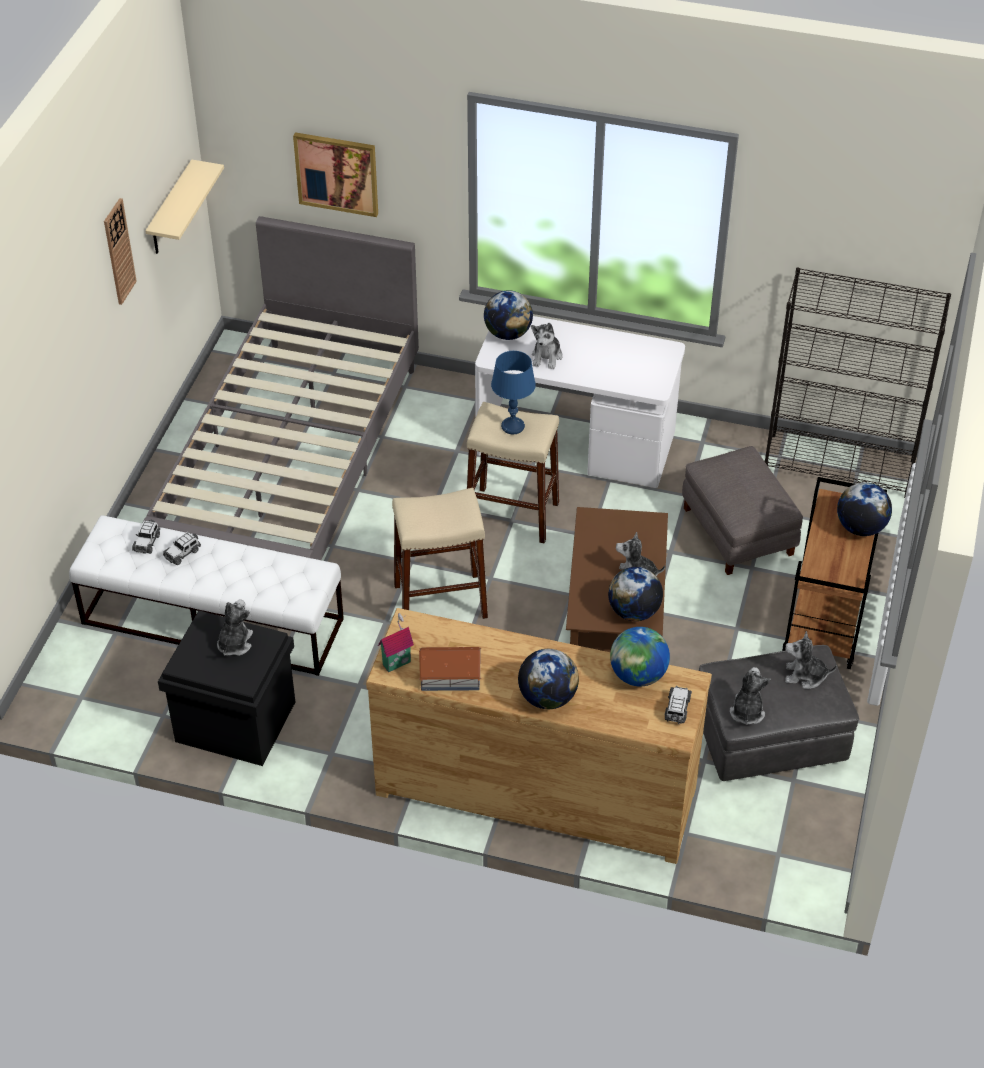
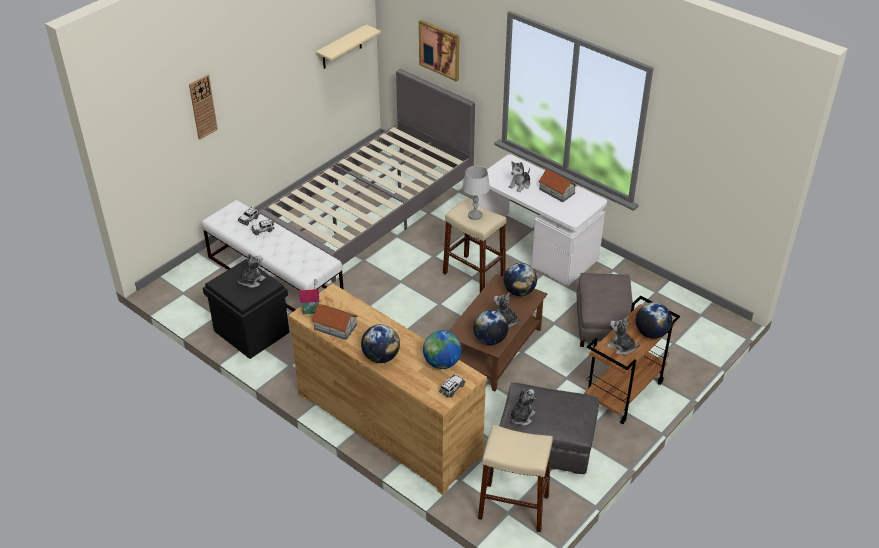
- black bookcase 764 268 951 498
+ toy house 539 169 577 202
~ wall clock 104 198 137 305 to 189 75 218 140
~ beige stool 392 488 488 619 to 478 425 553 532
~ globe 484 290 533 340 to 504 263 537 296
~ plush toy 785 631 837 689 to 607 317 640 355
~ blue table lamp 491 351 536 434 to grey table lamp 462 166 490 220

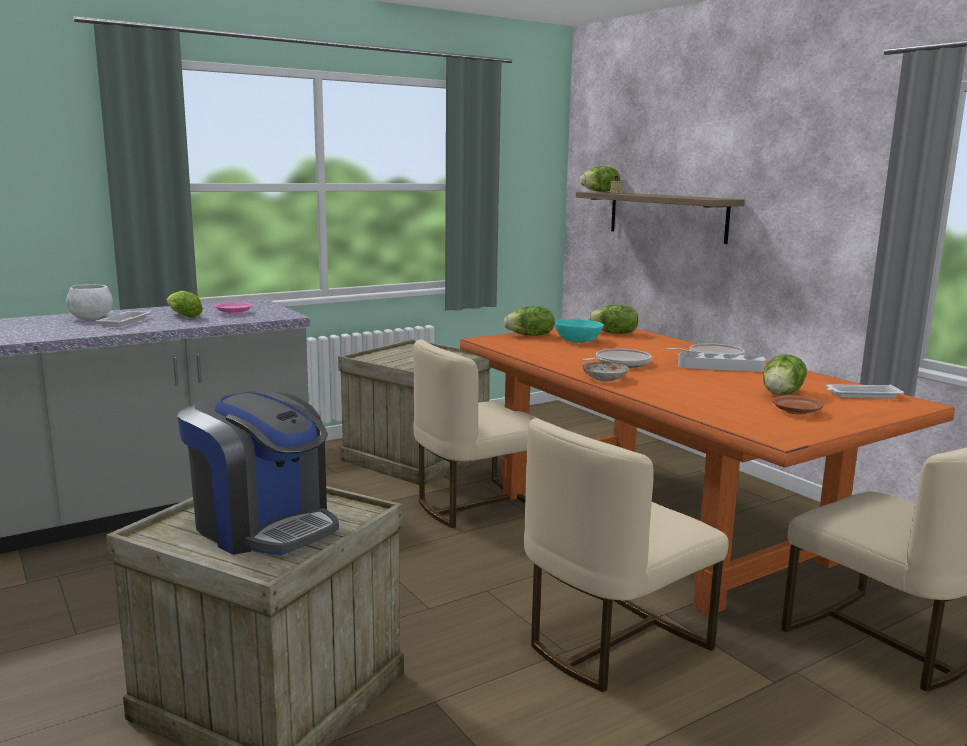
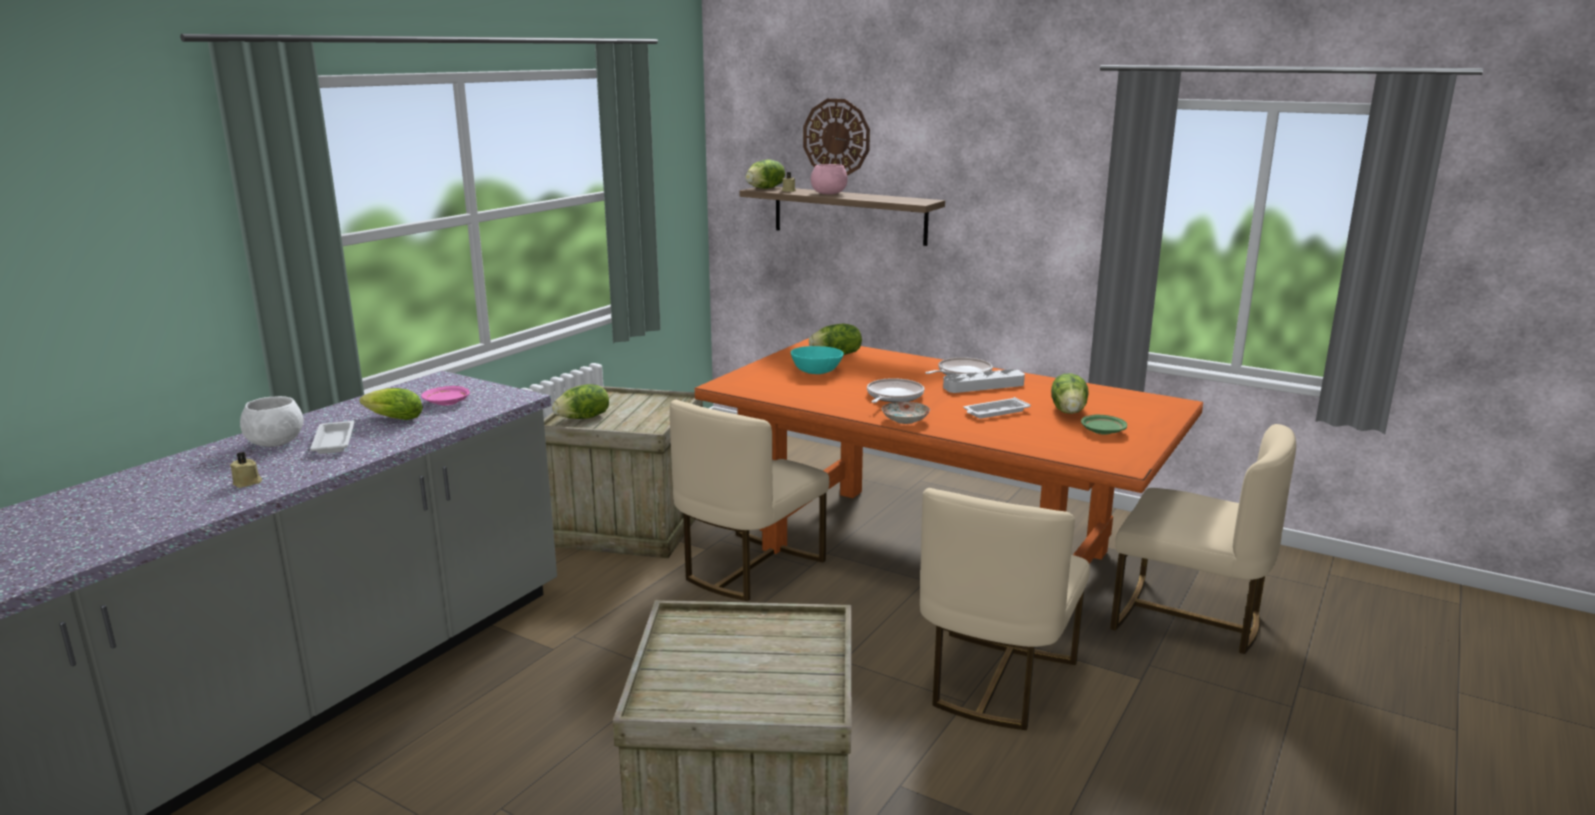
- coffee machine 177 391 339 555
+ beige candle 230 452 262 488
+ wall clock 803 99 870 176
+ pink bowl 811 164 848 194
~ lettuce 504 306 554 336 to 552 384 609 419
~ white tray 826 384 904 398 to 963 397 1031 419
~ brown plate 773 395 824 414 to green plate 1081 415 1127 434

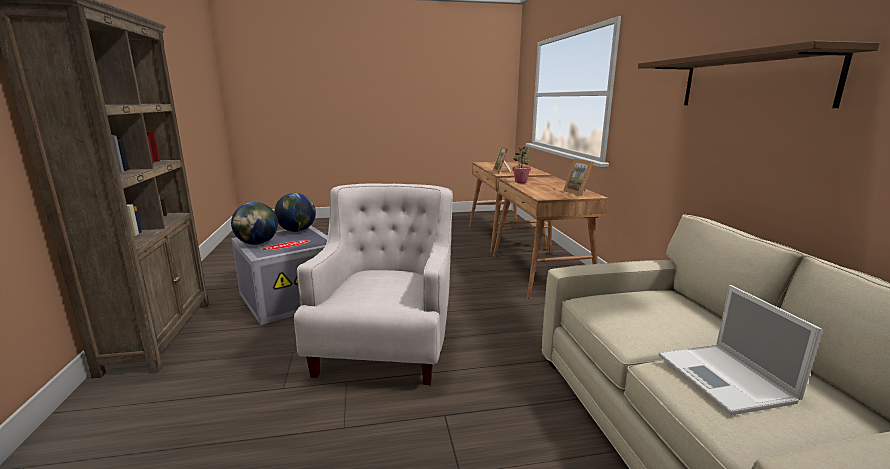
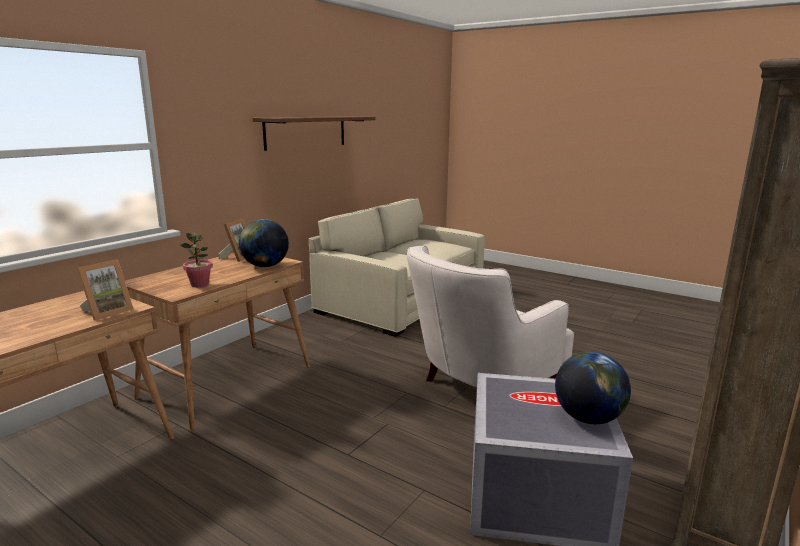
- laptop 659 285 823 415
~ globe 275 193 316 232 to 239 219 289 267

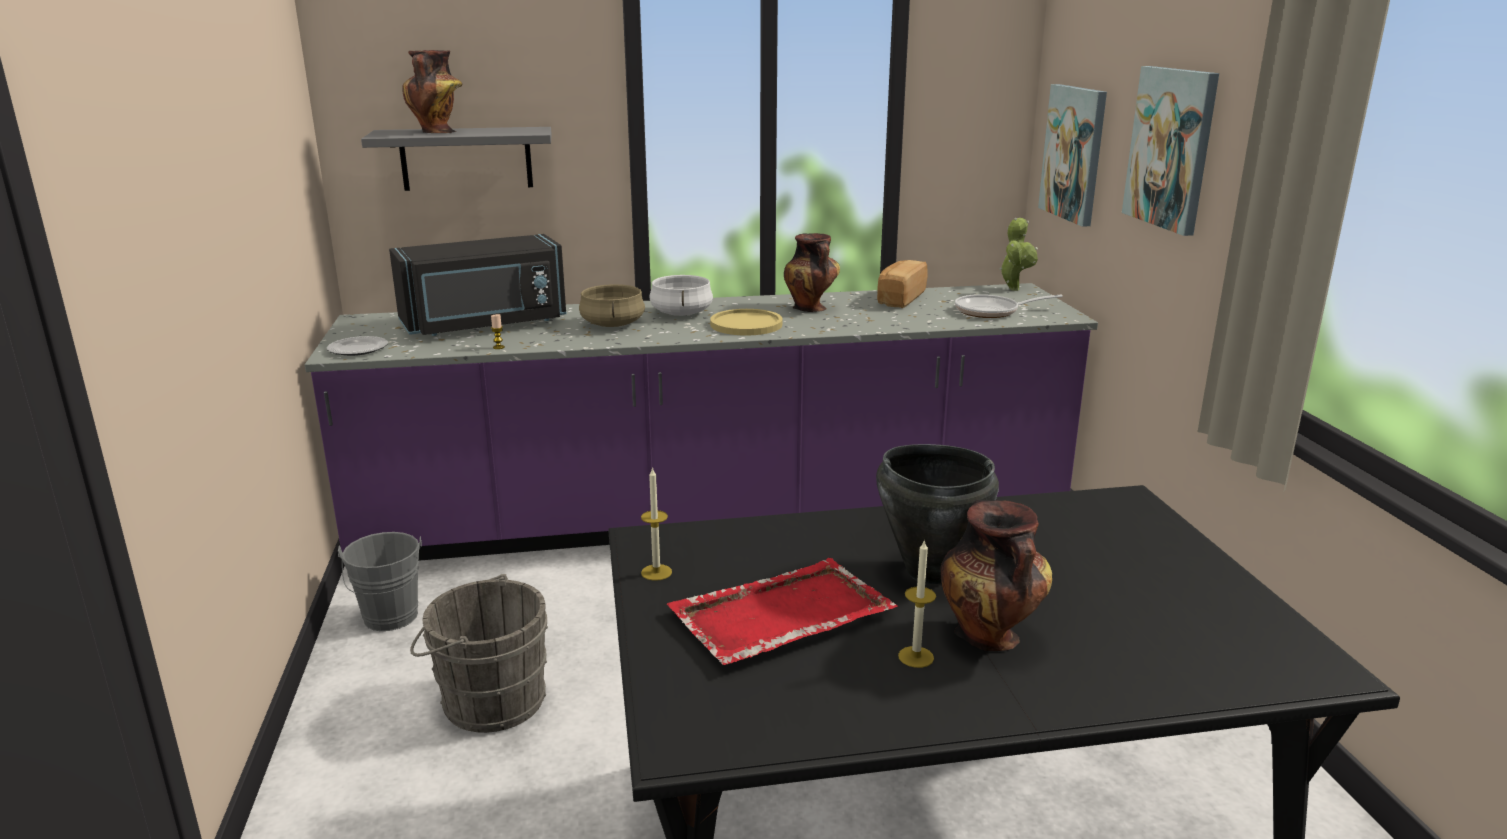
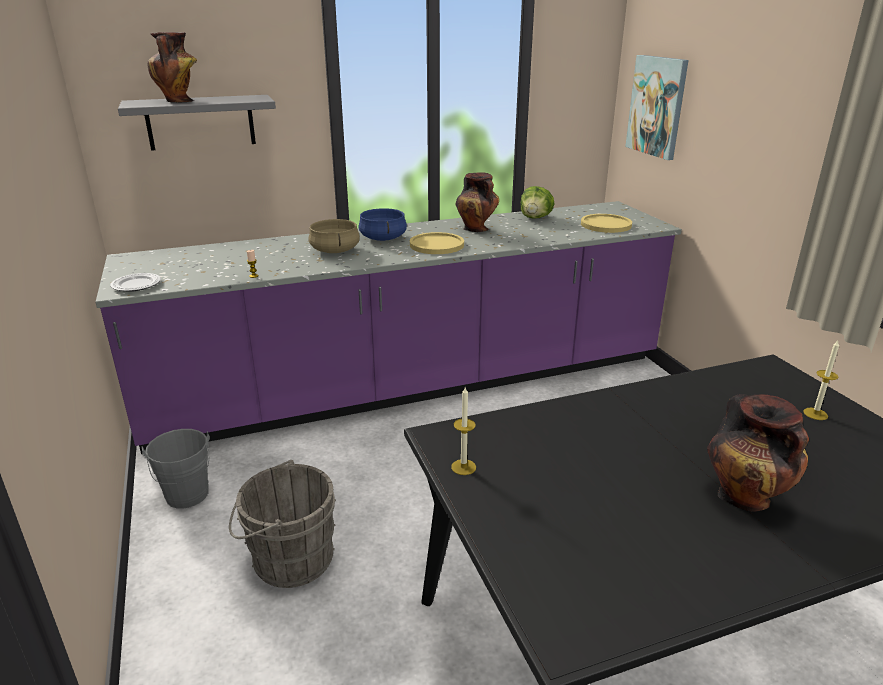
- black microwave 389 234 566 336
- red tray 667 558 897 665
- black cooking pot 876 444 999 584
- potted plant 999 217 1038 291
- picture 1122 66 1219 236
~ candle 898 540 936 668 to 803 341 839 420
~ bread 877 260 928 308 to lettuce 520 186 554 219
~ frying pan 955 294 1063 318 to yellow plate 581 214 632 233
~ white cooking pot 650 275 713 316 to blue cooking pot 358 208 407 241

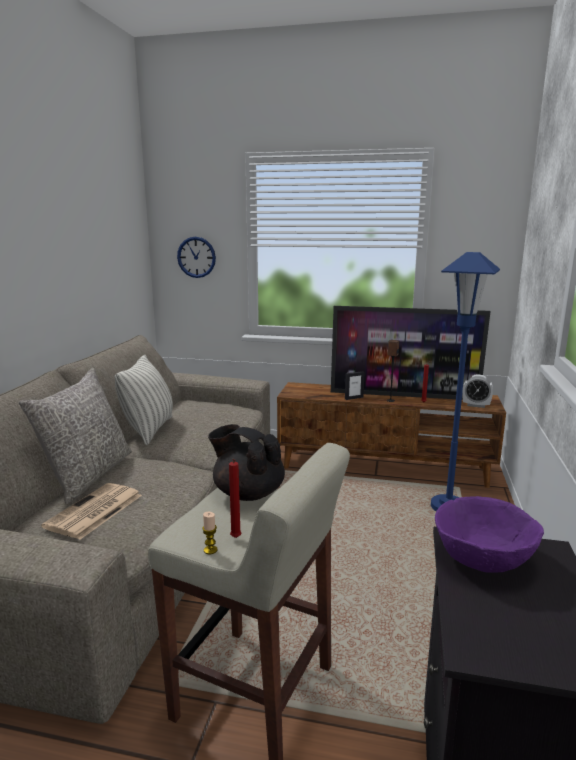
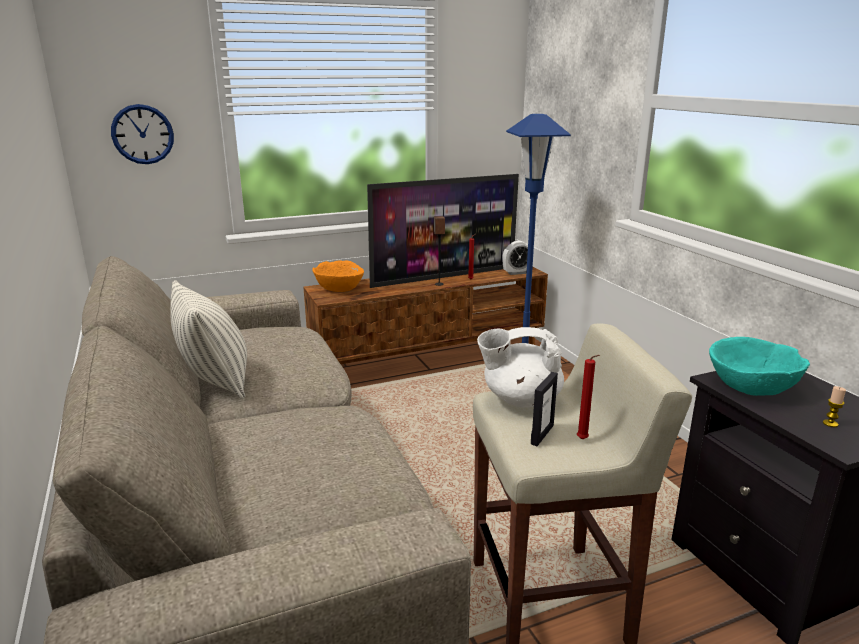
- grey pillow 19 368 132 504
- newspaper 41 483 142 539
+ orange bowl 312 260 364 292
~ candle 202 512 218 554 to 823 386 846 427
~ picture frame 345 371 365 400 to 531 372 558 446
~ black teapot 208 424 285 501 to white teapot 477 327 564 407
~ purple bowl 435 496 544 573 to turquoise bowl 709 337 810 396

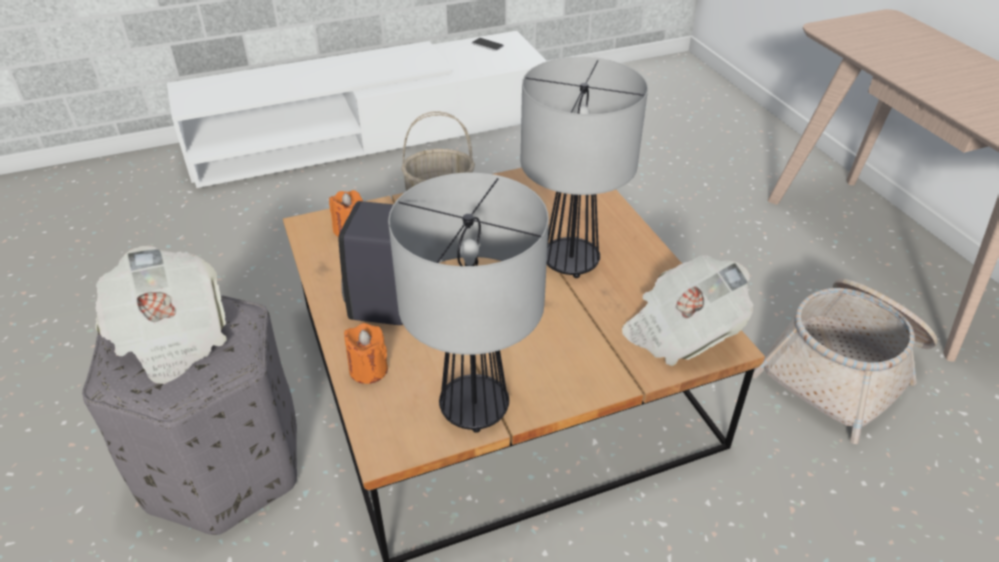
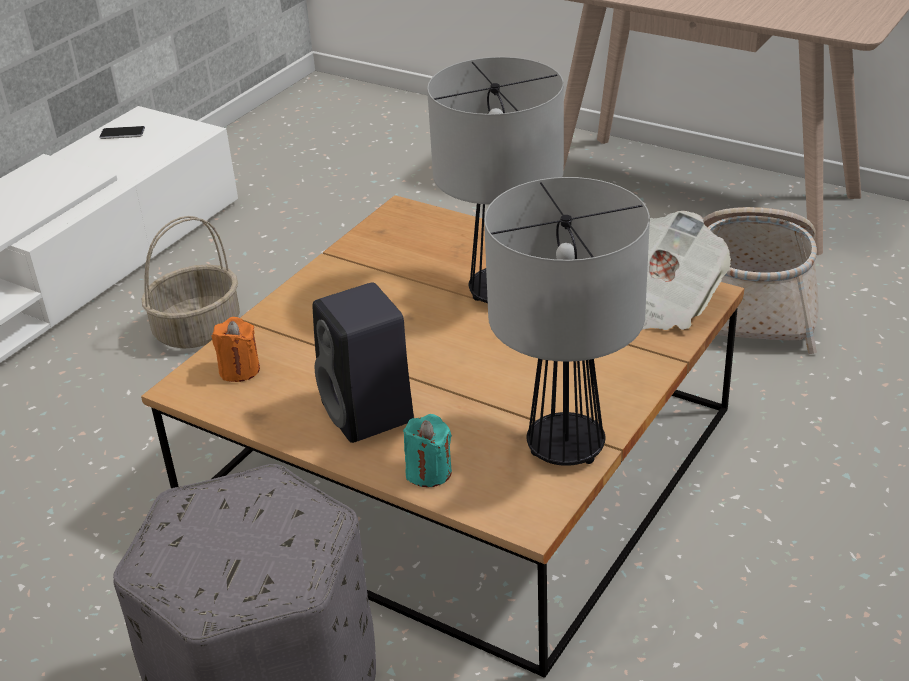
- newspaper 95 245 227 384
~ orange candle 344 323 388 384 to turquoise candle 403 414 452 487

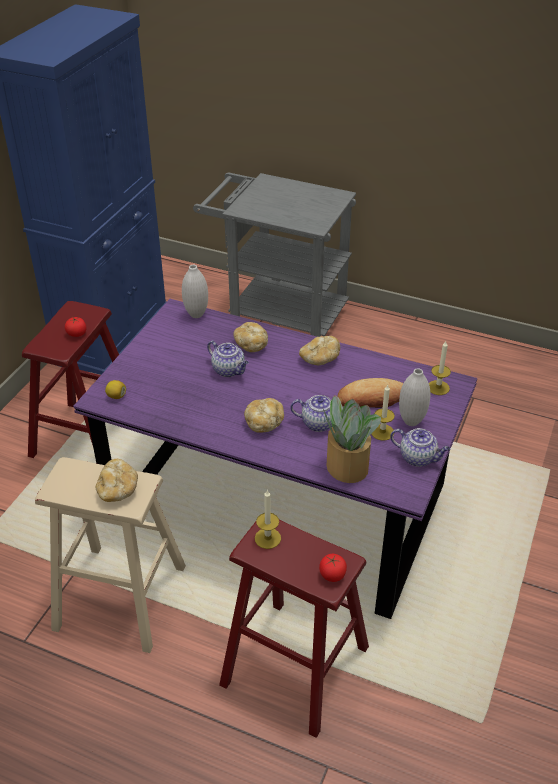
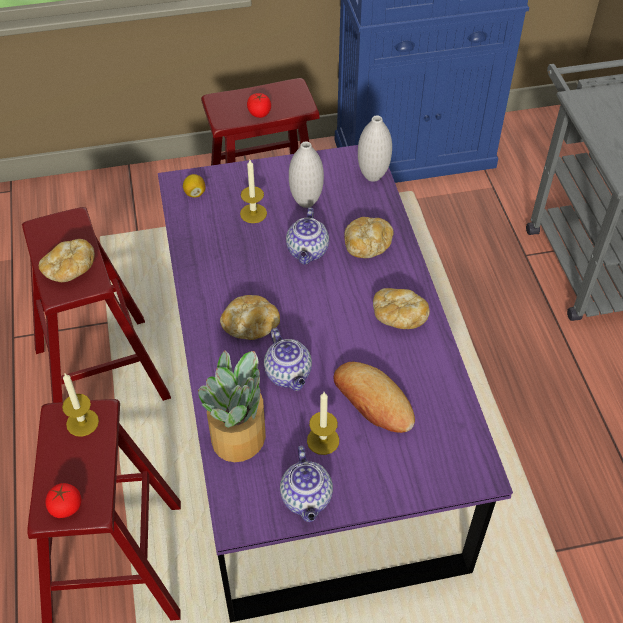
~ white vase 399 368 430 426 to 289 141 324 208
~ candle 429 341 451 395 to 240 160 267 223
~ beige stool 35 457 186 653 to red stool 22 207 171 403

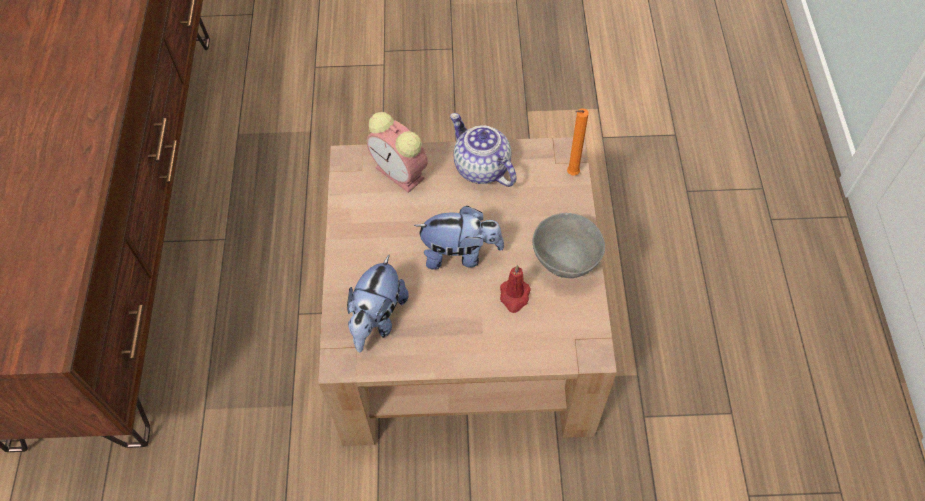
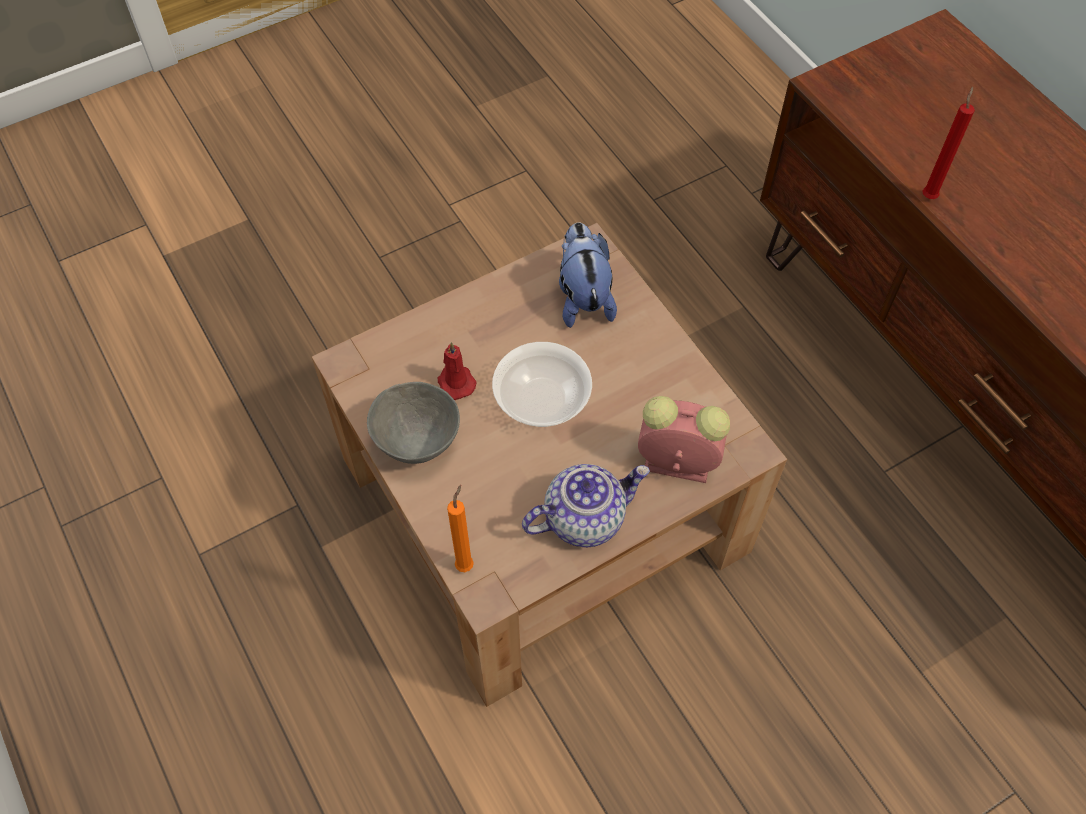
+ red candle 923 86 975 199
~ plush toy 414 206 504 270 to bowl 492 342 592 427
~ teapot 450 113 517 187 = 522 464 650 547 45 degrees counterclockwise

